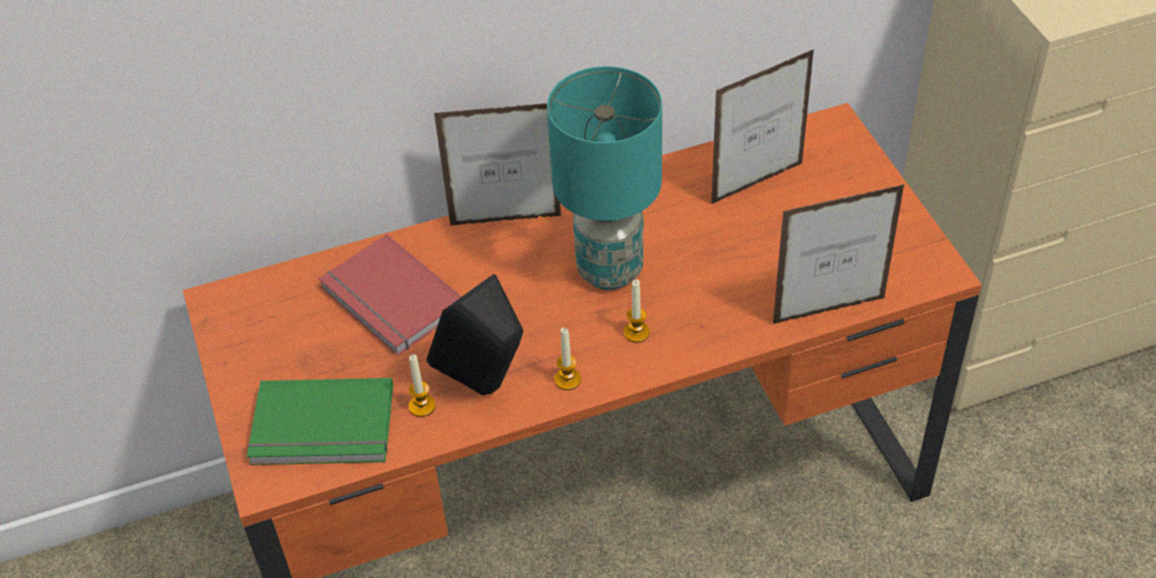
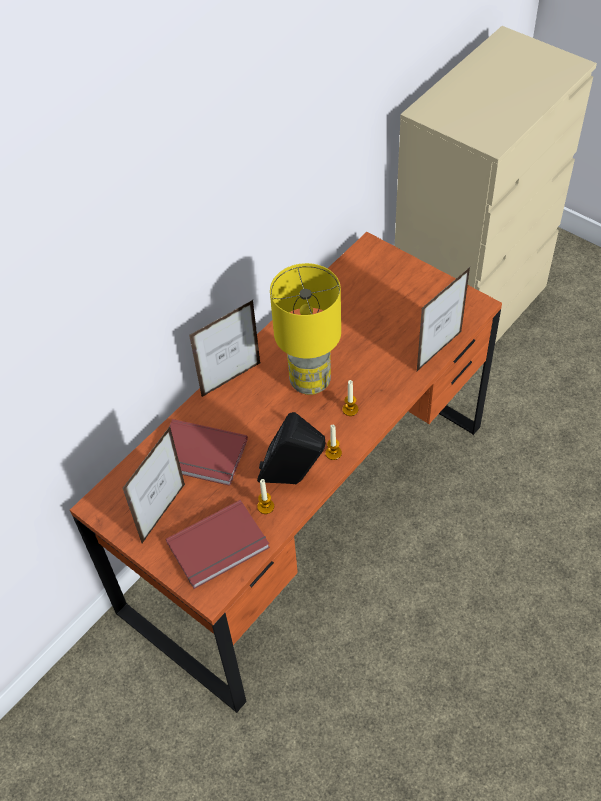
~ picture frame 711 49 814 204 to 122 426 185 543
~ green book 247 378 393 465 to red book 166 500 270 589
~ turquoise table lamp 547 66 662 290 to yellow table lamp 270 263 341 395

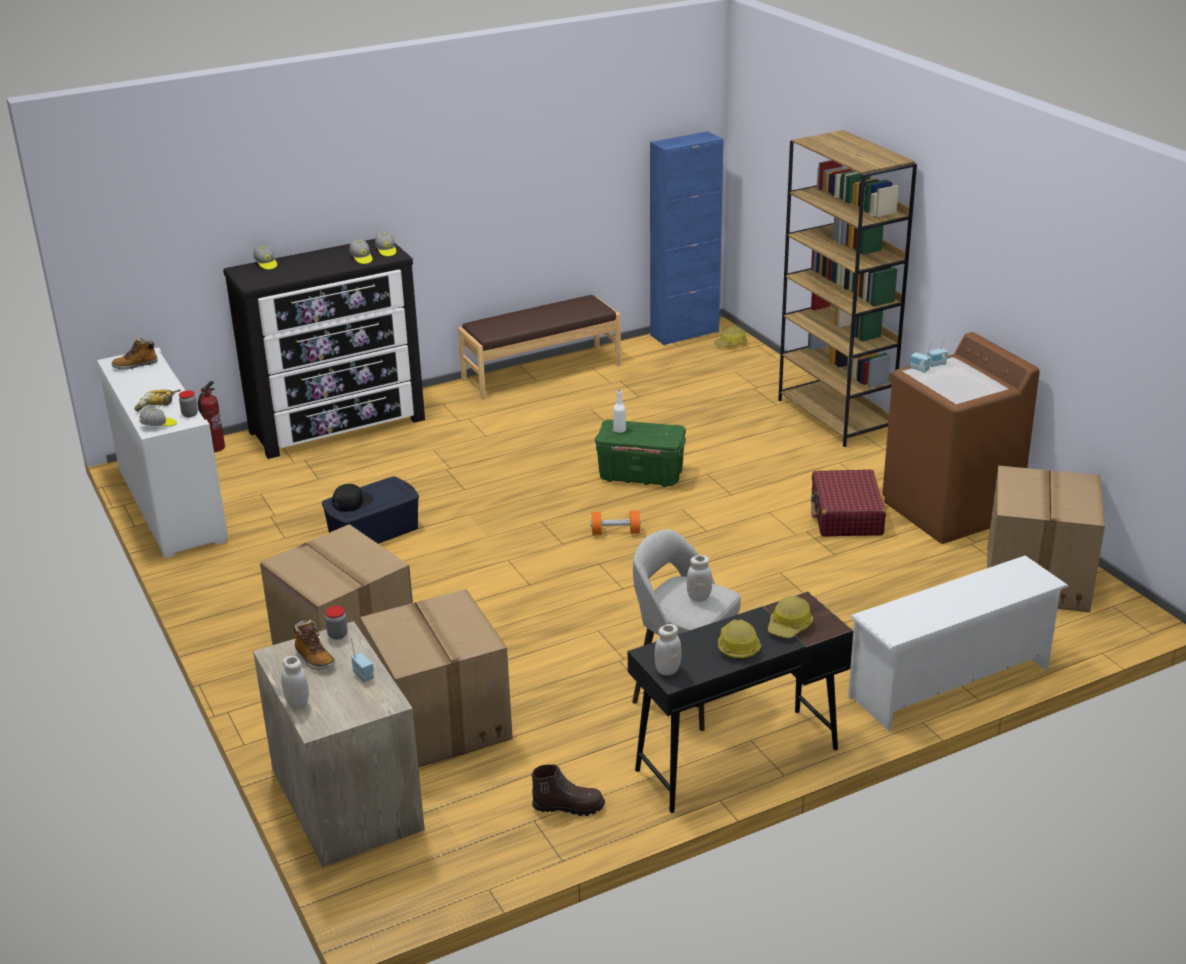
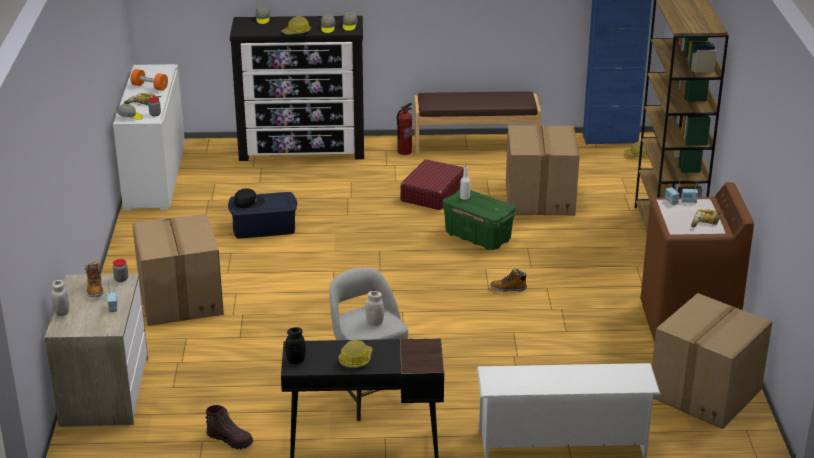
+ power drill 691 209 725 227
~ boot 112 337 158 370 to 490 268 528 292
~ fire extinguisher 198 381 225 452 to 397 103 412 155
~ cardboard box 360 589 513 768 to 506 125 580 215
~ orange dumbbell 591 510 641 535 to 131 69 168 91
~ hard hat 768 595 813 638 to 282 16 311 35
~ red suitcase 811 469 886 536 to 400 159 464 210
~ white jar 655 624 681 675 to black jar 285 327 306 364

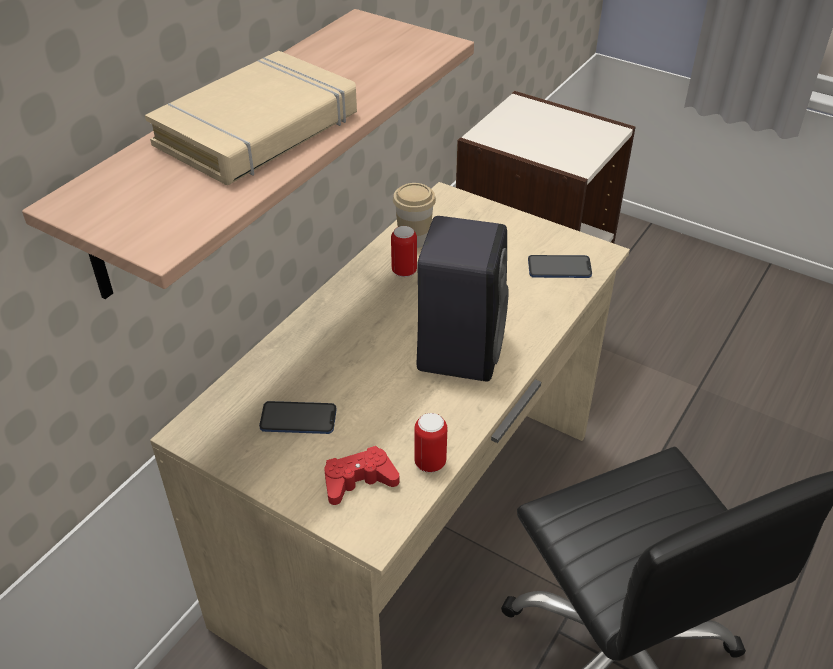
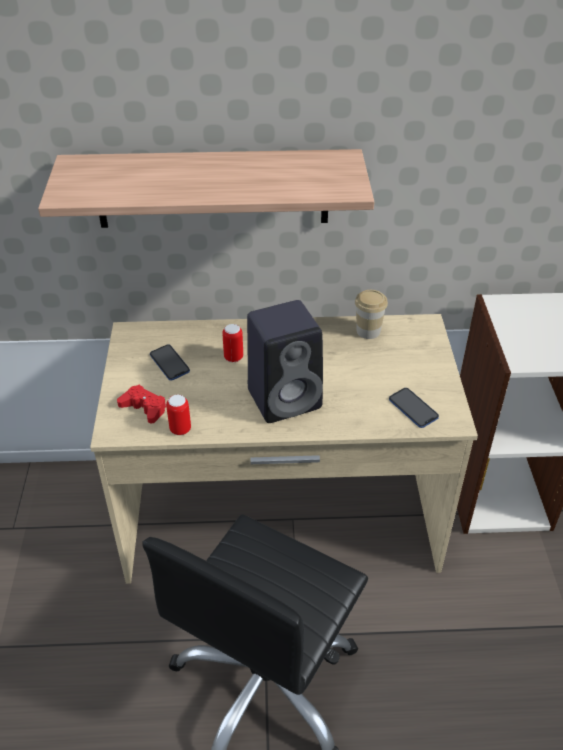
- beige book 145 51 357 185
~ can 391 226 417 277 to 222 324 243 362

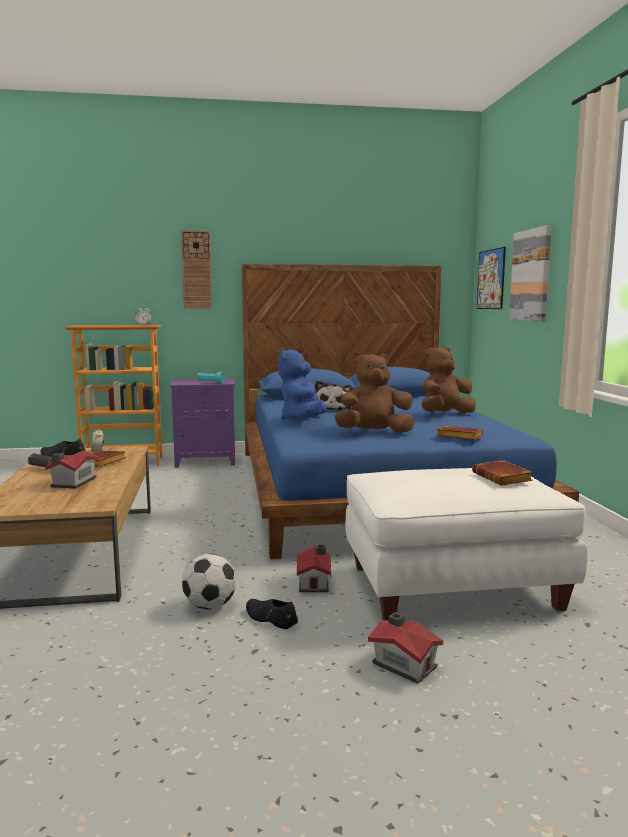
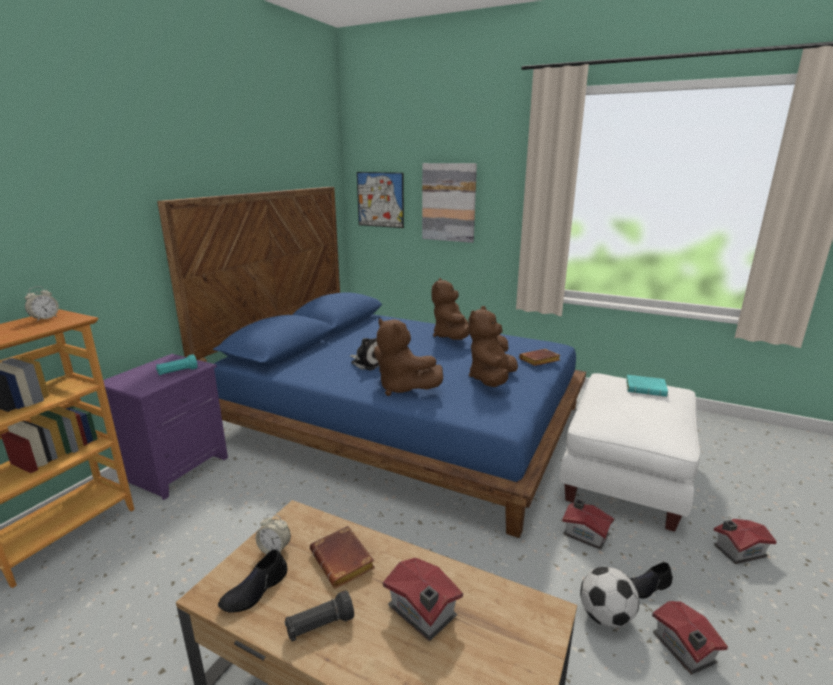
- wall clock 181 230 212 309
+ toy house 652 601 728 675
~ blue plush toy 278 349 327 420 to brown plush toy 374 318 443 396
~ brown book 472 460 533 486 to turquoise book 626 375 668 397

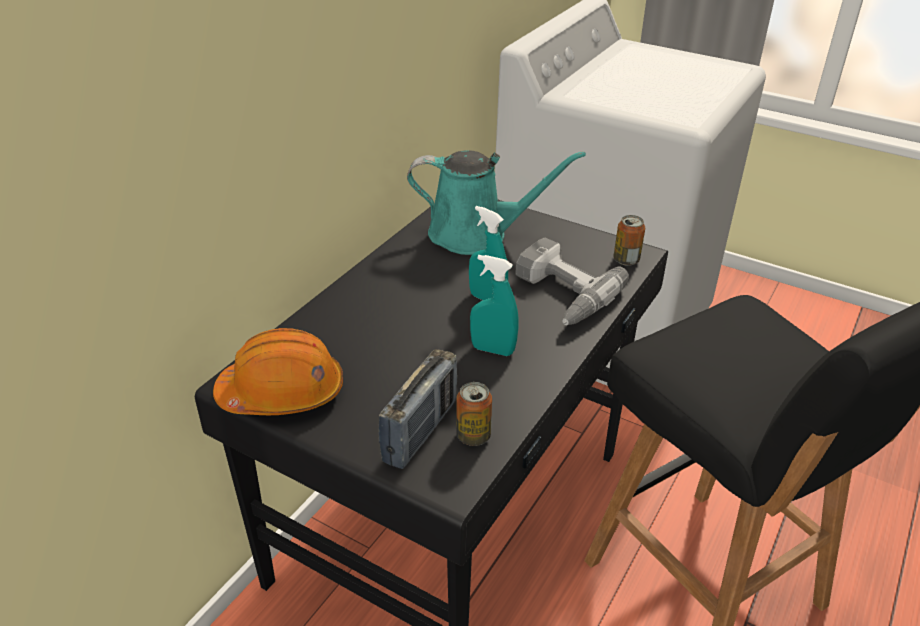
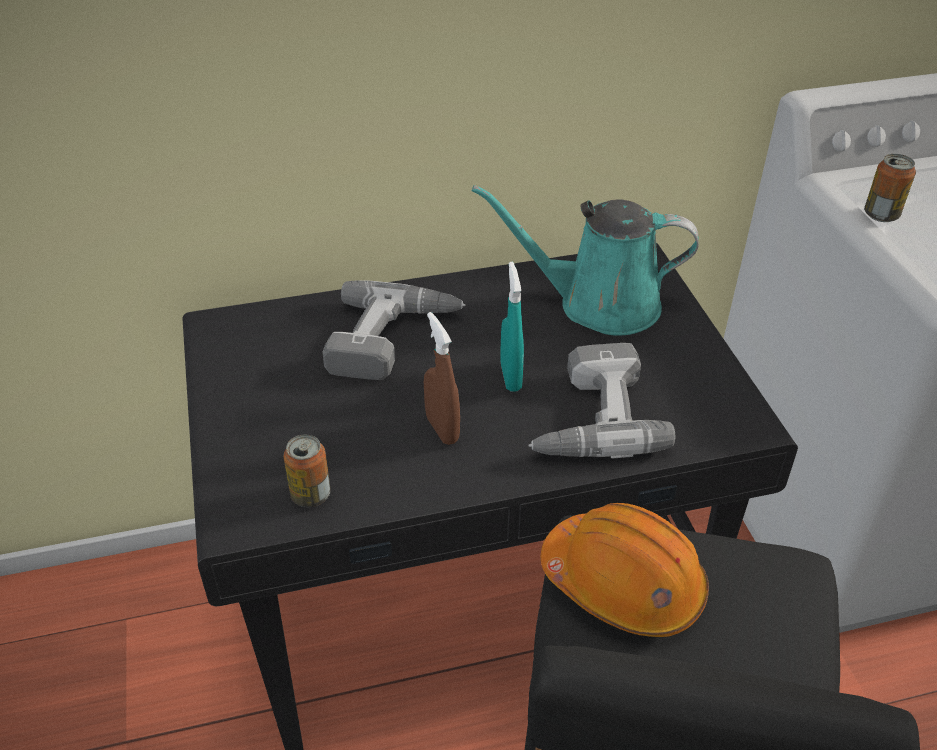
- radio 378 349 457 469
+ power drill 322 281 465 380
~ orange hard hat 213 328 343 415 to 541 503 709 637
~ can 613 215 645 266 to 864 154 916 222
~ turquoise spray bottle 470 255 519 356 to brown spray bottle 424 312 460 445
~ turquoise watering can 407 150 586 255 = 472 185 699 336 135 degrees clockwise

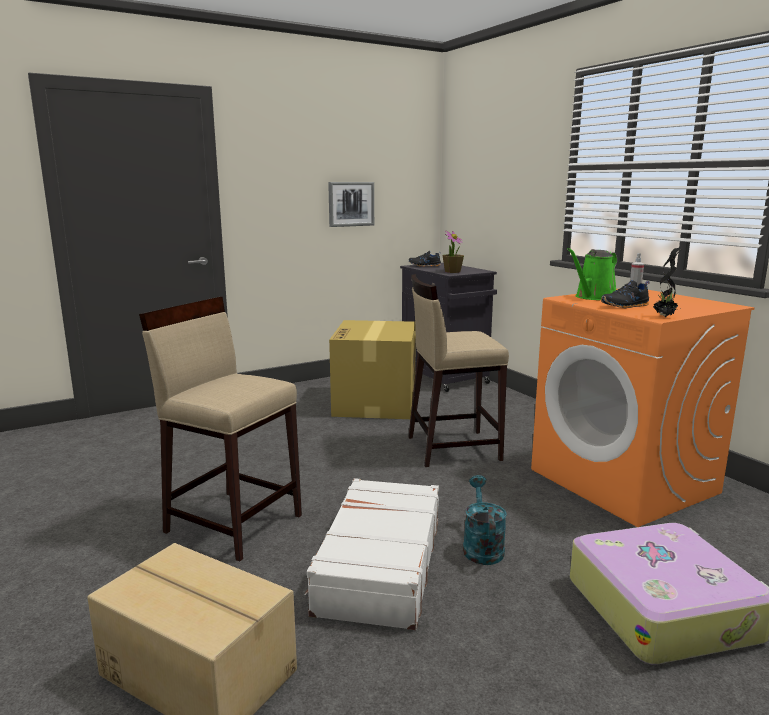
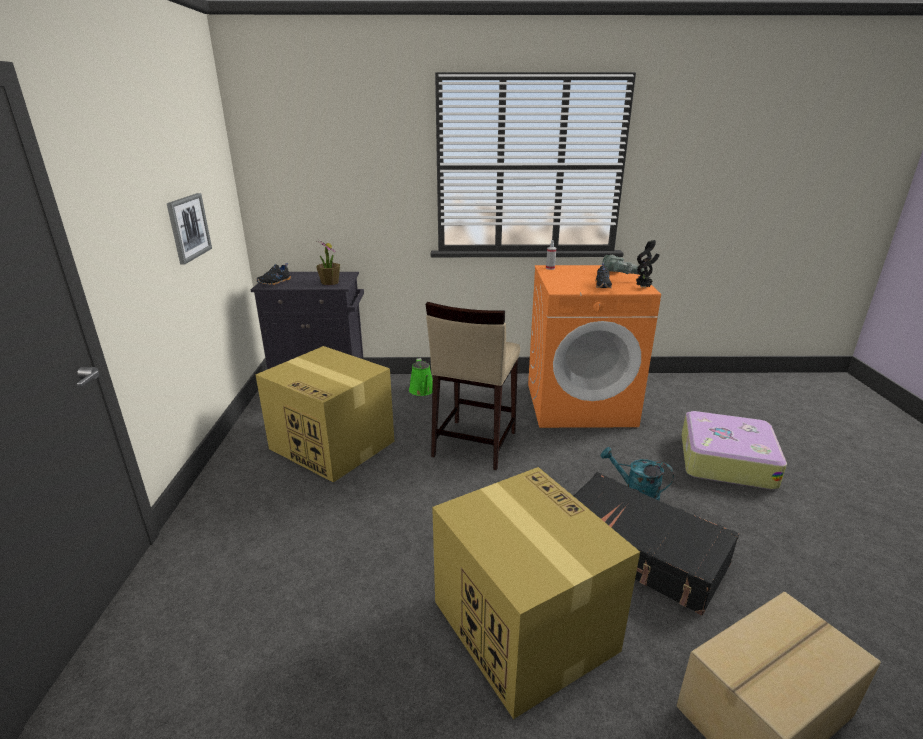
+ power drill 602 255 645 275
~ green watering can 567 248 617 300 to 409 358 433 396
~ beige stool 139 297 302 562 to cardboard box 432 467 640 719
~ white suitcase 305 478 439 630 to black suitcase 574 472 739 615

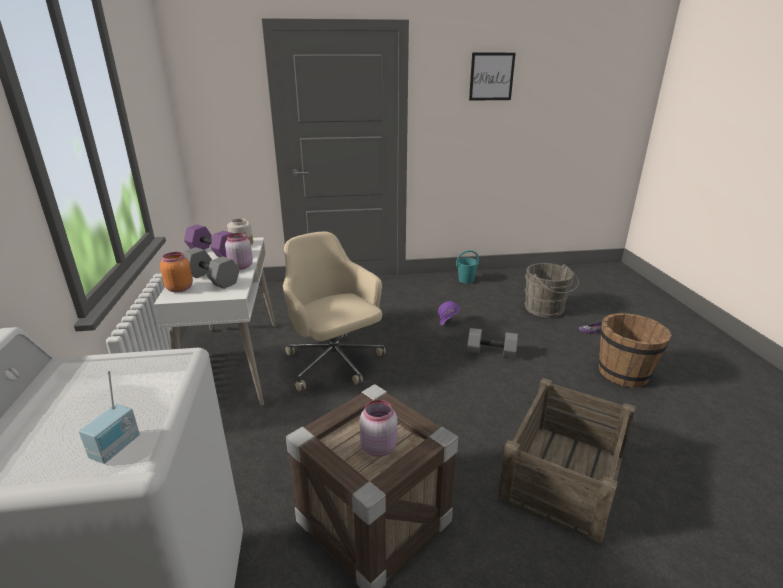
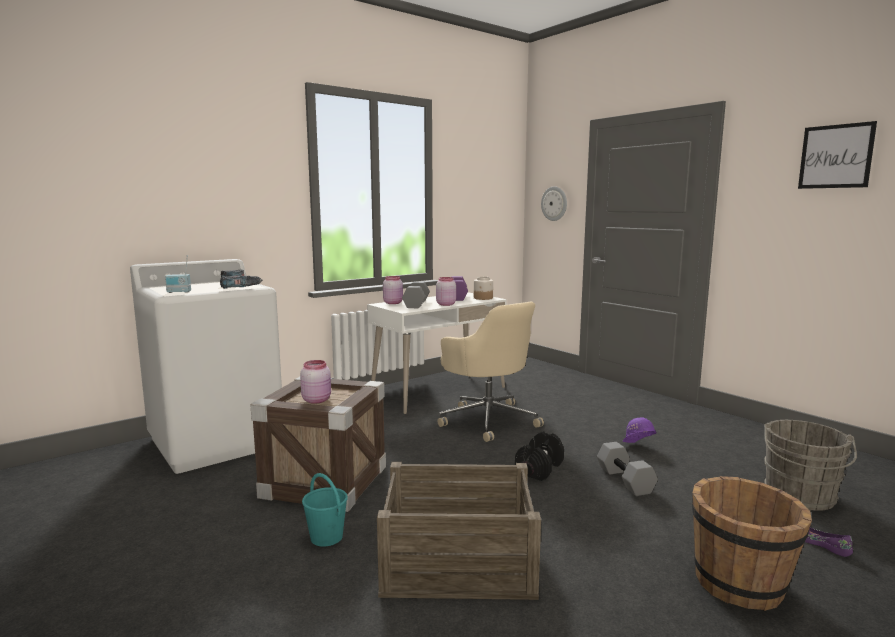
+ power drill 220 269 263 289
+ black dumbbell 515 431 564 481
+ wall clock 541 186 567 221
~ turquoise bucket 456 250 479 284 to 302 473 348 547
~ orange jar 160 252 193 293 to pink jar 383 276 403 304
~ beige office chair 283 232 386 391 = 437 302 544 442 120 degrees clockwise

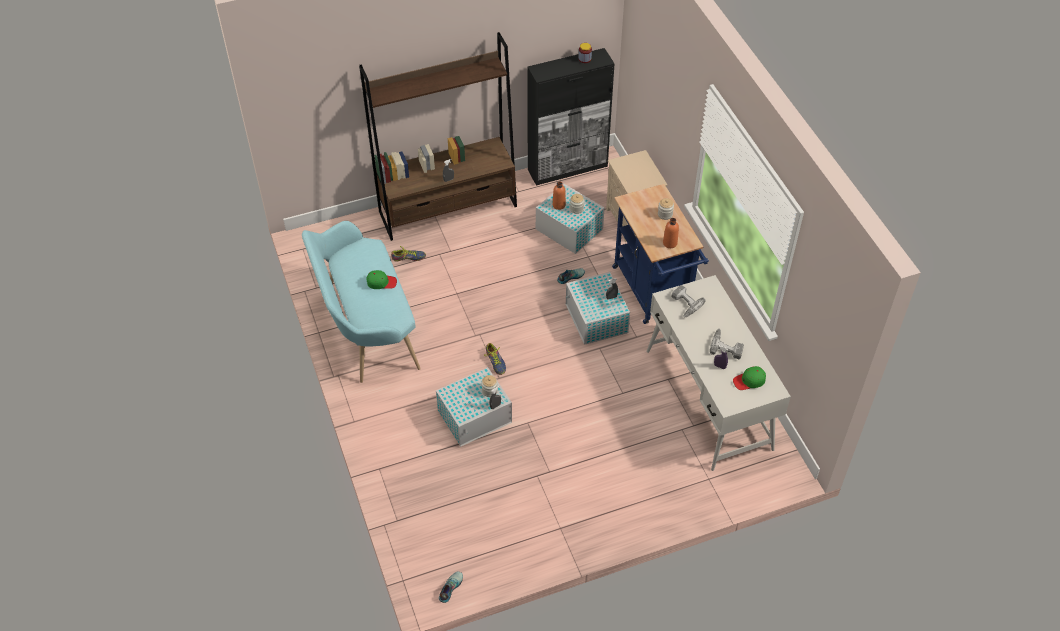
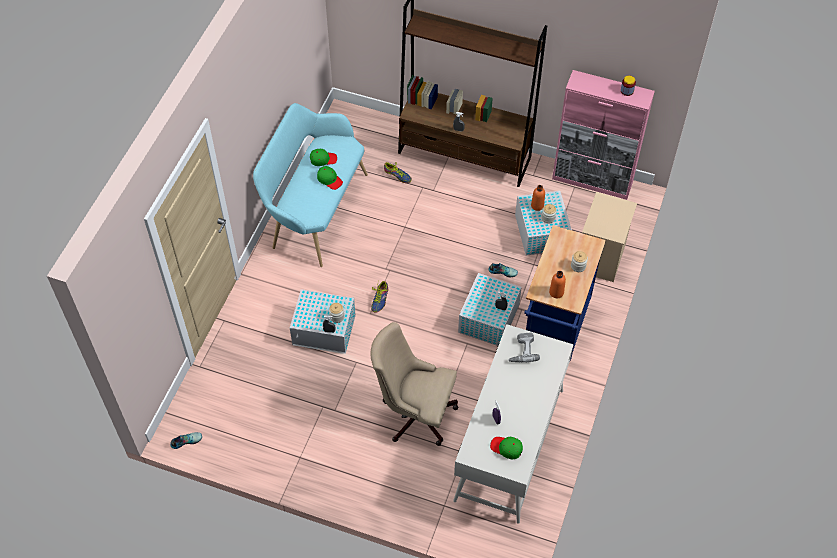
- power drill 710 329 744 359
+ green cap 310 149 337 166
+ beige office chair 370 322 458 446
~ black cabinet 527 48 615 185 to pink cabinet 552 70 655 200

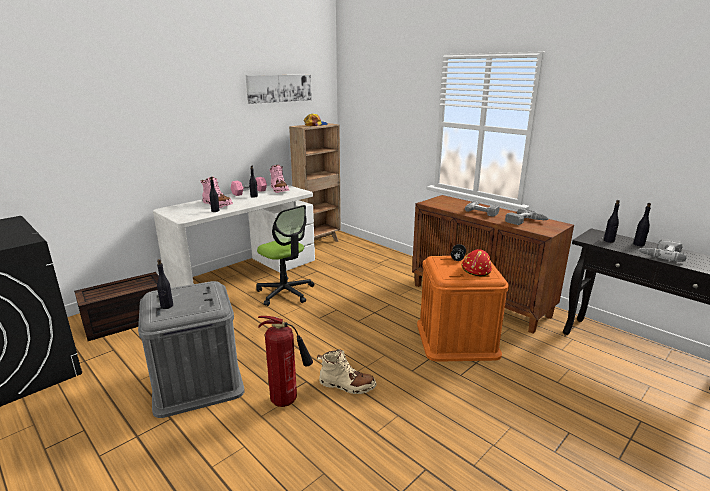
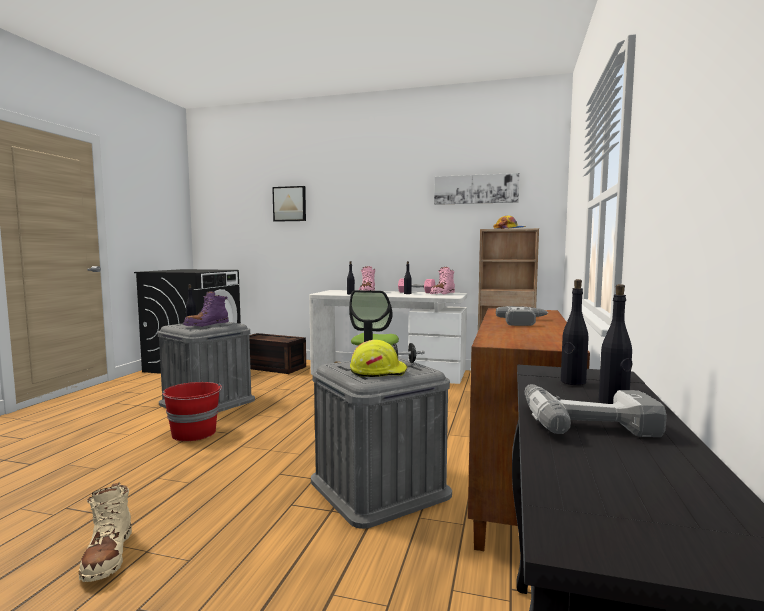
- power drill 505 209 549 225
+ purple boot 183 291 229 327
+ picture 272 186 306 222
~ beige boot 317 349 377 394 to 79 483 132 582
~ fire extinguisher 258 316 313 407 to red bucket 162 382 222 441
~ orange storage box 417 256 509 362 to grey storage box 311 357 452 529
~ red hard hat 462 249 492 276 to yellow hard hat 350 340 407 377

